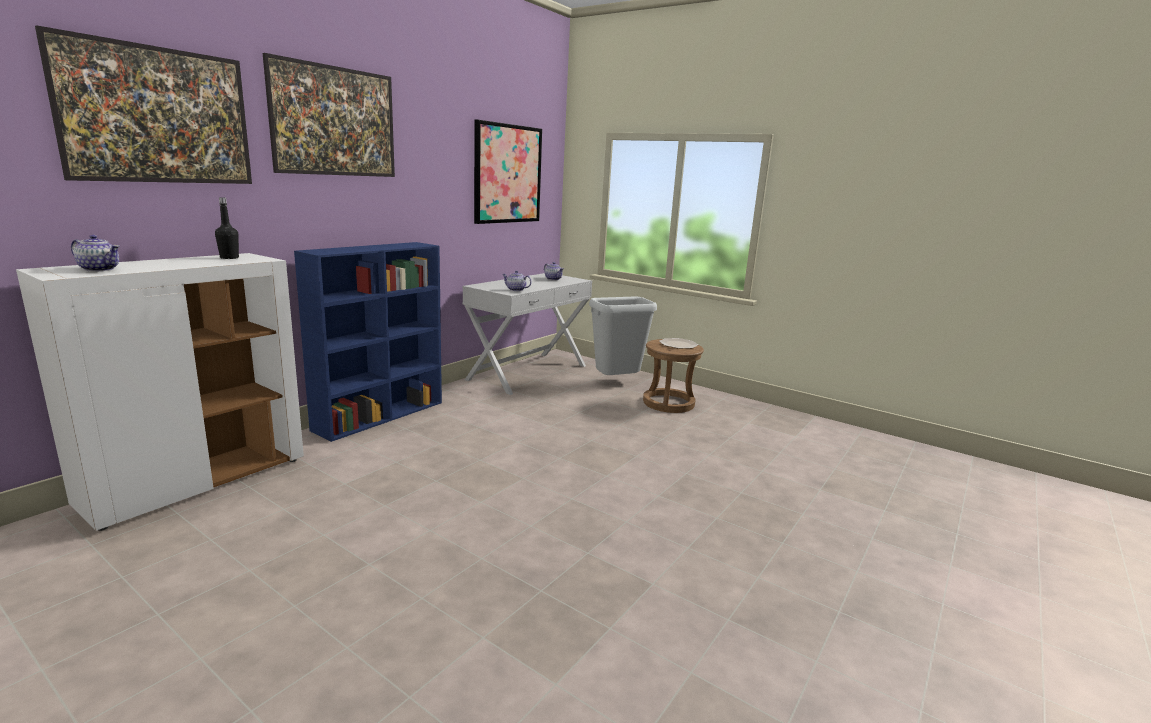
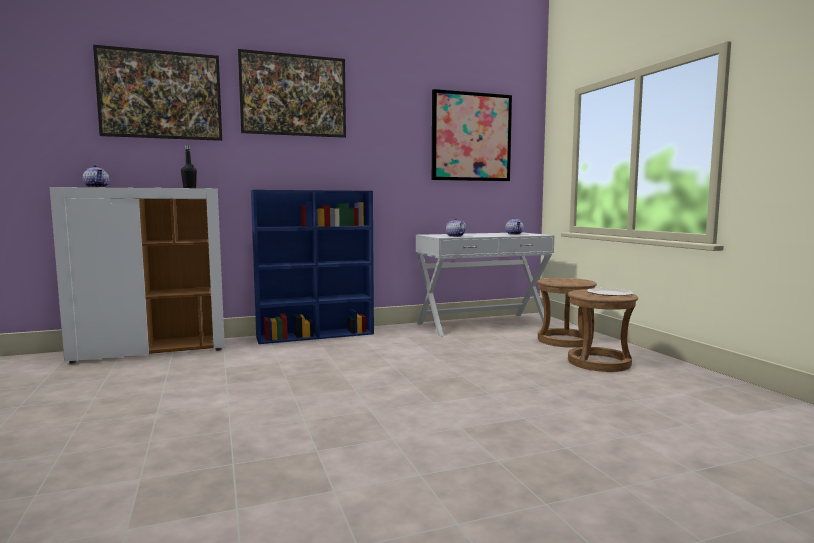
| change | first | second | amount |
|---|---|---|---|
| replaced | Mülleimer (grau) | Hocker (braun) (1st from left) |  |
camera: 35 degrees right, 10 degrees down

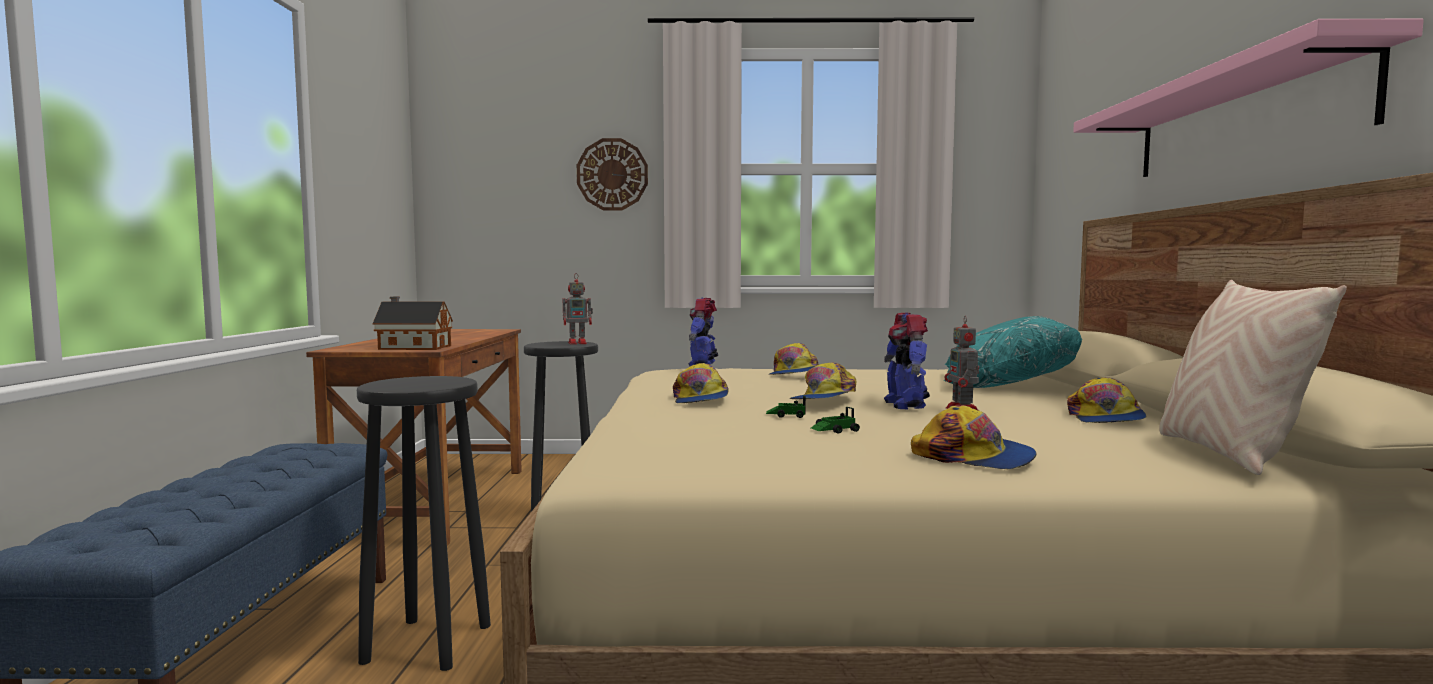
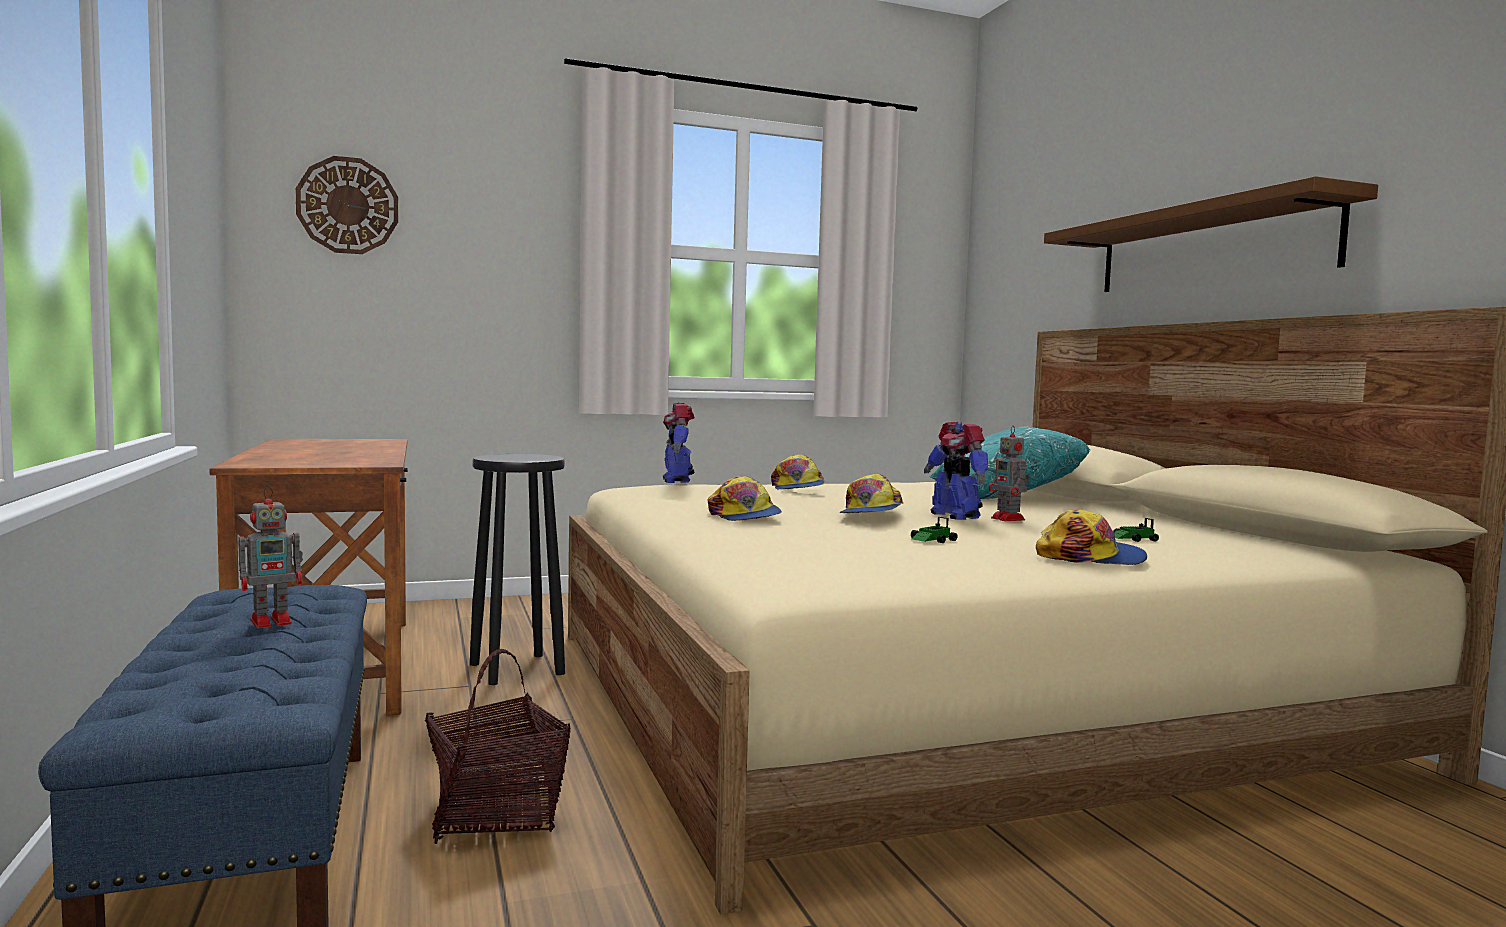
| change | first | second | amount |
|---|---|---|---|
| removed | Spielzeughaus |  |  |
| removed | Kappe (5th from left) |  |  |
| removed | Kissen (beige) |  |  |
| moved | Spielzeugroboter (1st from left) |  |  |
| moved | Wanduhr |  |  |
| moved | Spielzeugauto (1st from left in the first image) | Spielzeugauto (2nd from left) |  |
| replaced | Hocker (schwarz) (1st from left) | Korb |  |
| recoloured | Wandregal (rosa) | Wandregal (braun) |  |
camera: 20 degrees left, 0 degrees up

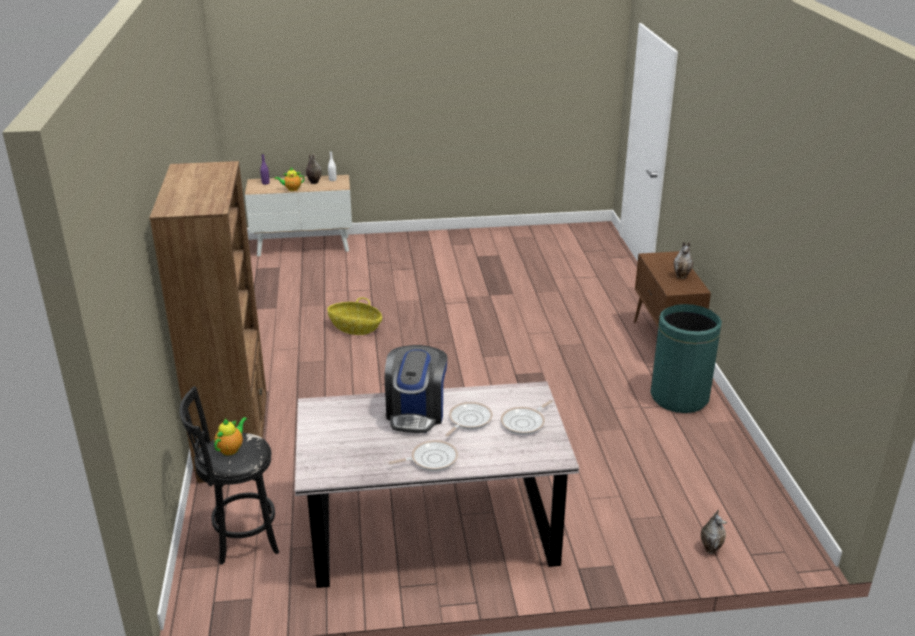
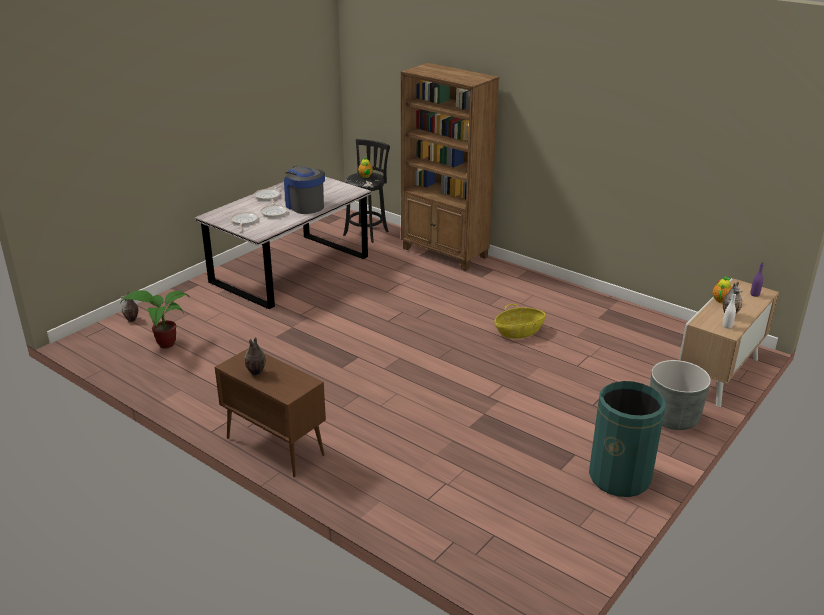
| change | first | second | amount |
|---|---|---|---|
| added |  | Topfpflanze |  |
| added |  | Pflanzkübel (grau) |  |
| moved | Mülleimer (grün) |  |  |
camera: 135 degrees right, 0 degrees up

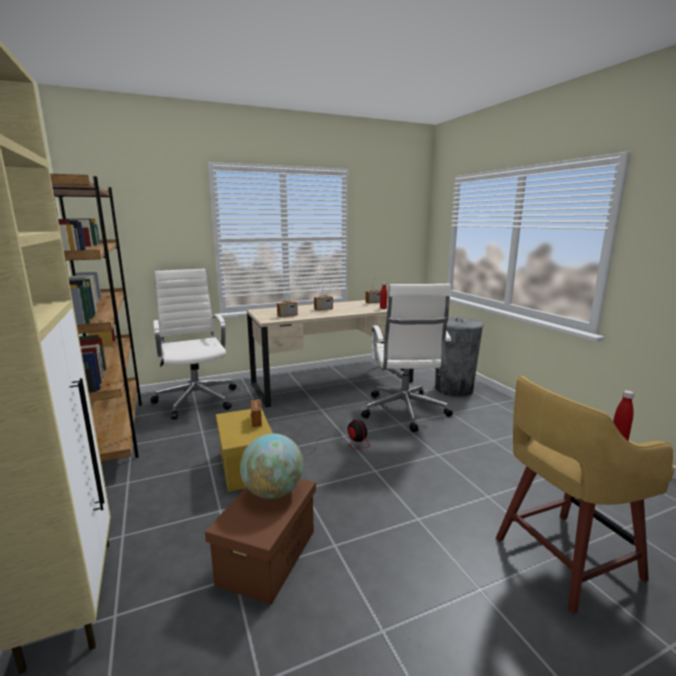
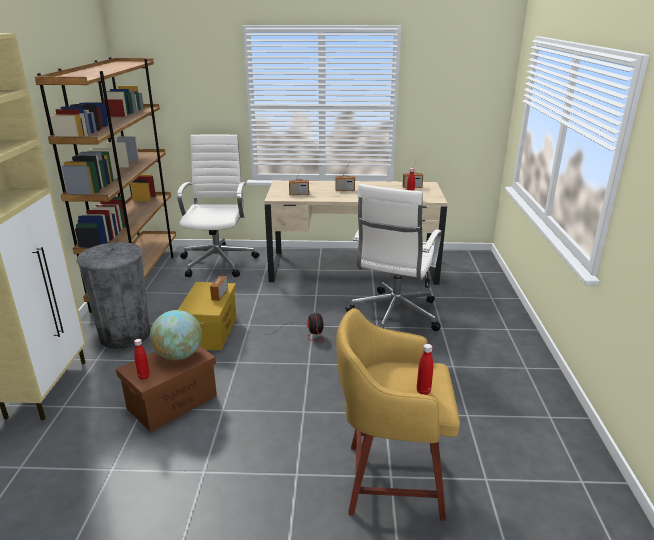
| change | first | second | amount |
|---|---|---|---|
| added |  | Flasche (rot) (1st from left) |  |
| moved | Mülleimer (grau) |  |  |
camera: 25 degrees right, 10 degrees up

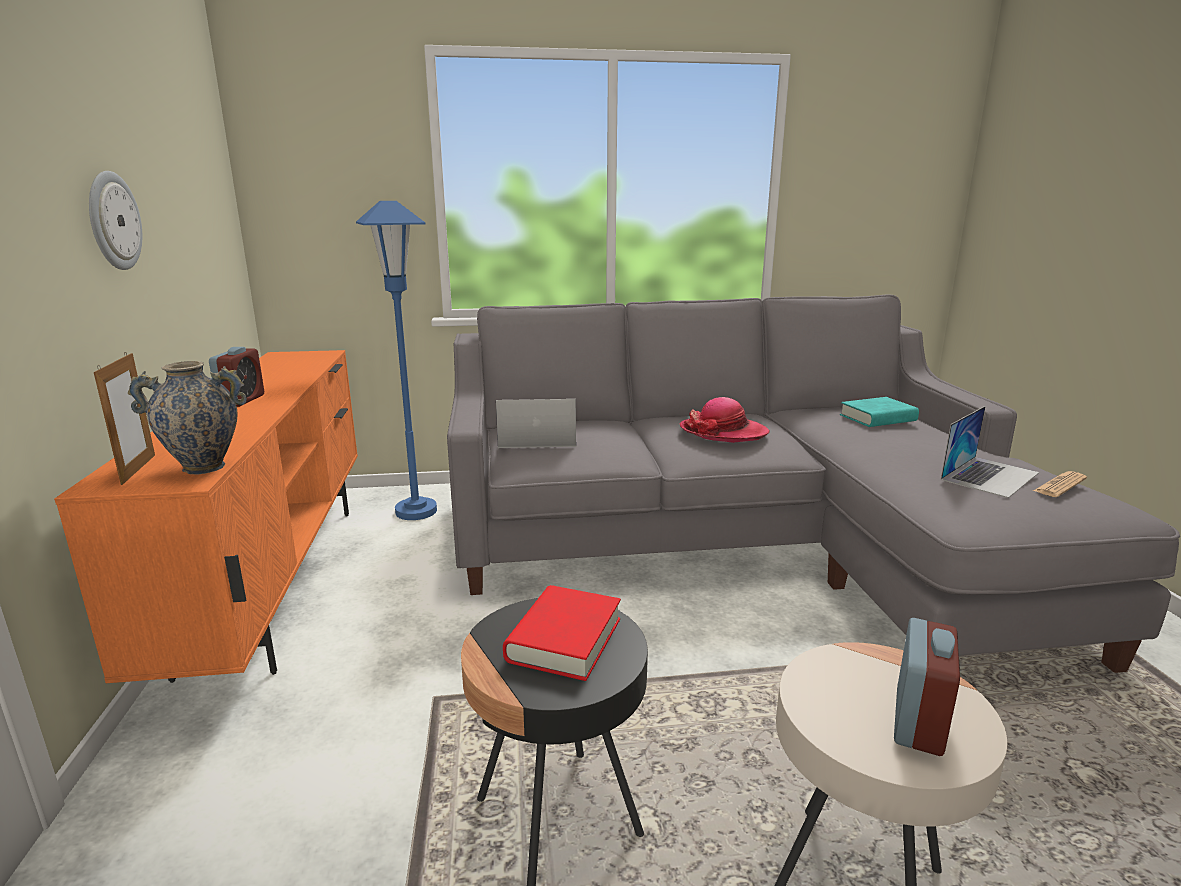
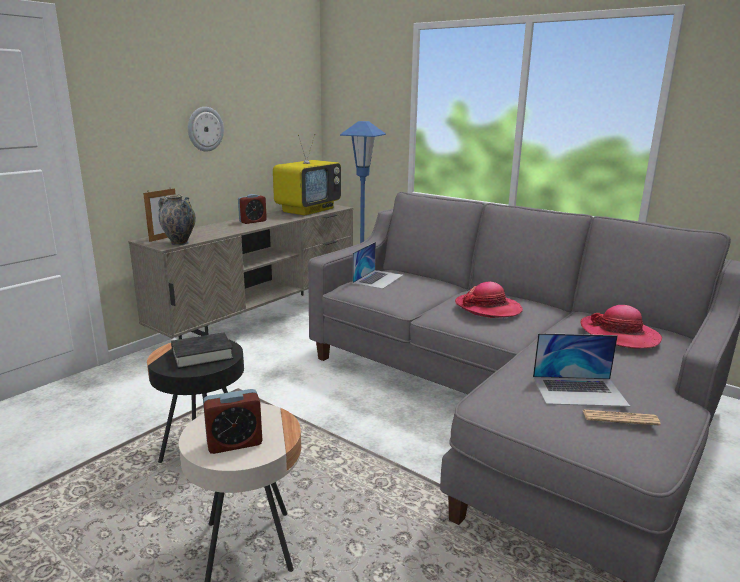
| change | first | second | amount |
|---|---|---|---|
| added |  | Fernseher |  |
| replaced | Buch (türkis) | Hut (2nd from left) |  |
| recoloured | Fernsehschrank (orange) | Fernsehschrank (beige) |  |
| recoloured | Buch (rot) | Buch (schwarz) |  |
| turned | Laptop (1st from left) |  | 75 degrees clockwise |
camera: 45 degrees right, 0 degrees up

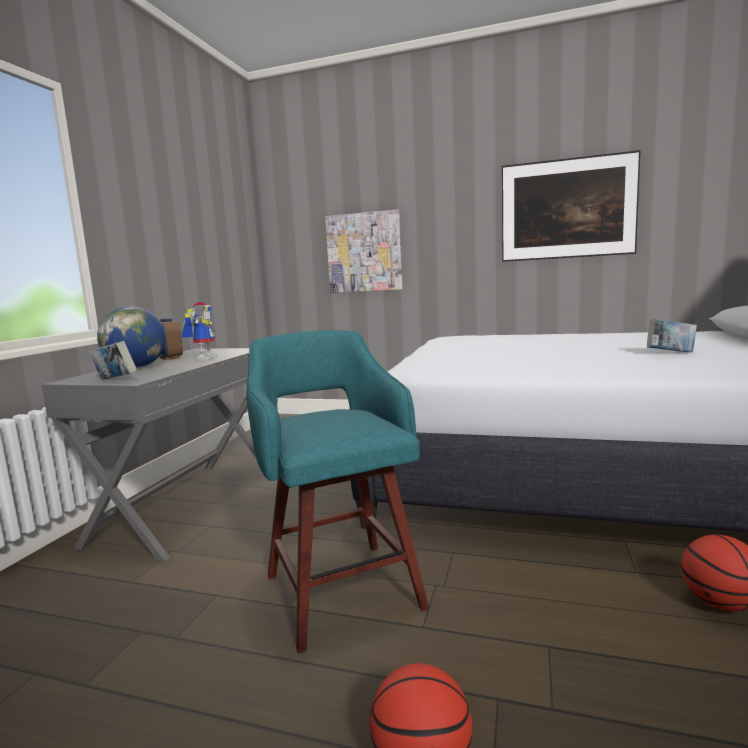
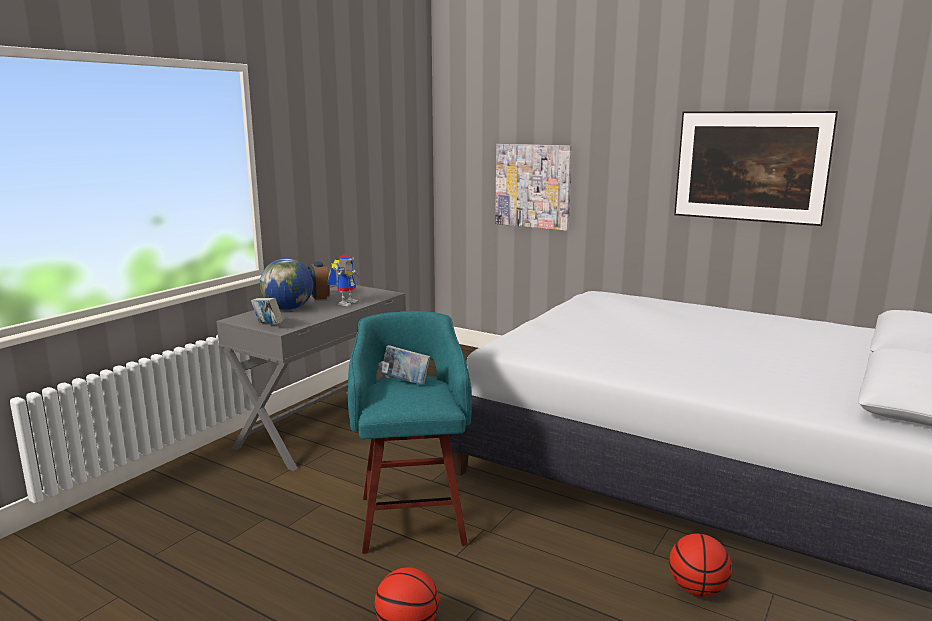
| change | first | second | amount |
|---|---|---|---|
| moved | Buch (2nd from left) |  |  |
camera: 15 degrees right, 5 degrees up

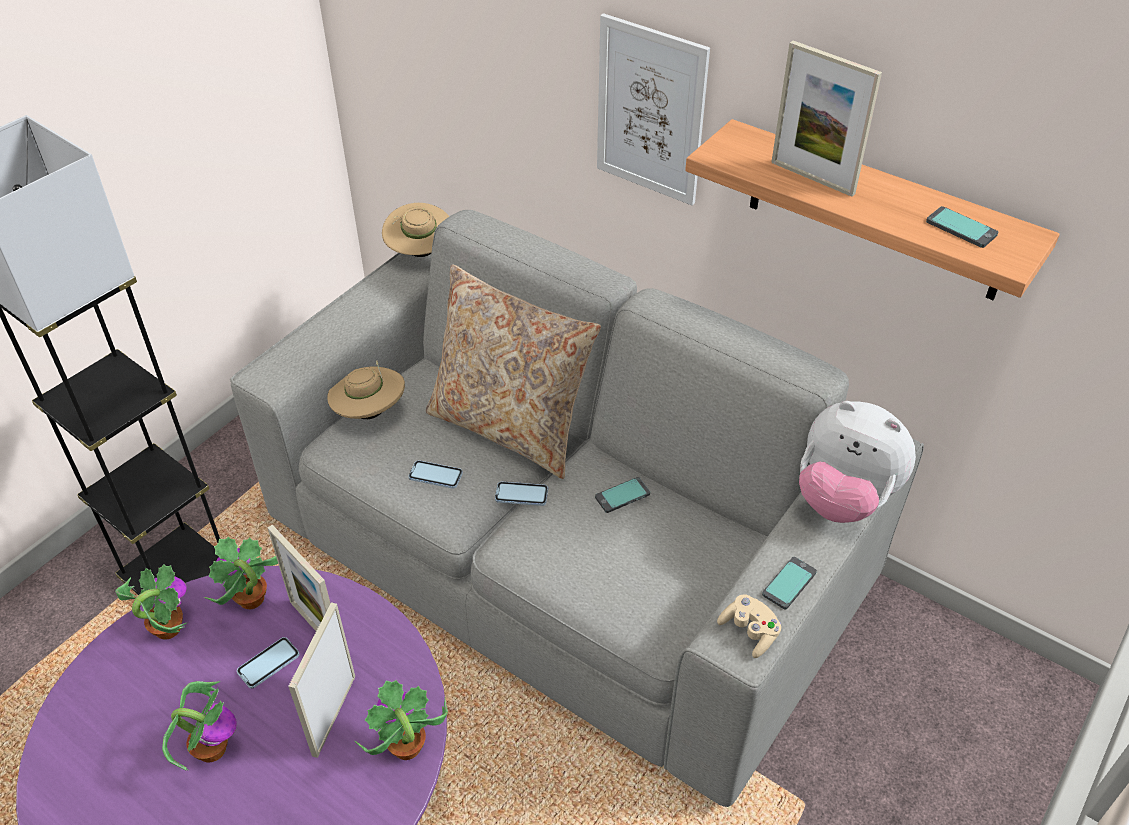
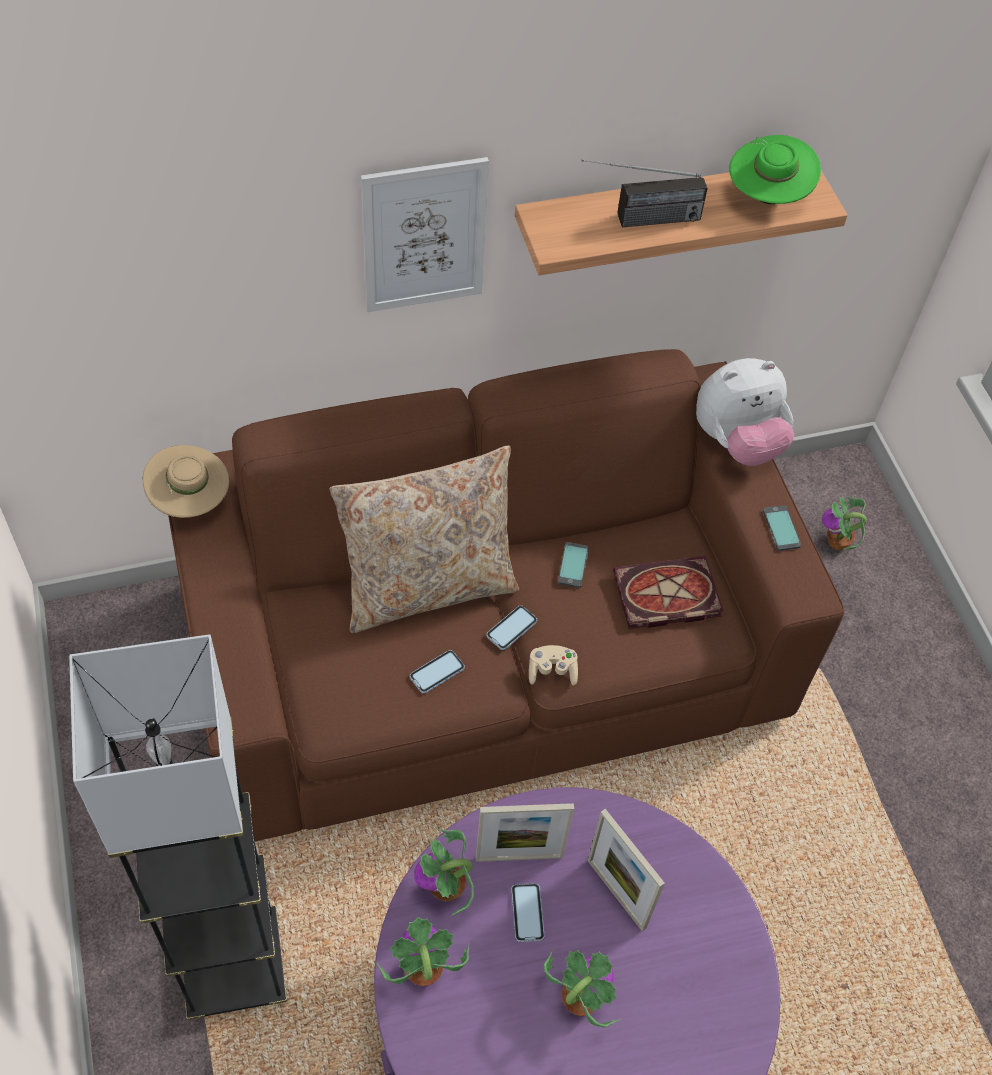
| change | first | second | amount |
|---|---|---|---|
| removed | Hut (beige) (1st from left) |  |  |
| added |  | Buch |  |
| moved | Topfpflanze (4th from left) |  |  |
| moved | Gamepad (beige) |  |  |
| replaced | Bilderrahmen (3rd from left) | Radio |  |
| replaced | Handy (6th from left) | Hut (grün) |  |
| recoloured | Sofa (grau) | Sofa (braun) |  |
camera: 55 degrees left, 10 degrees up

